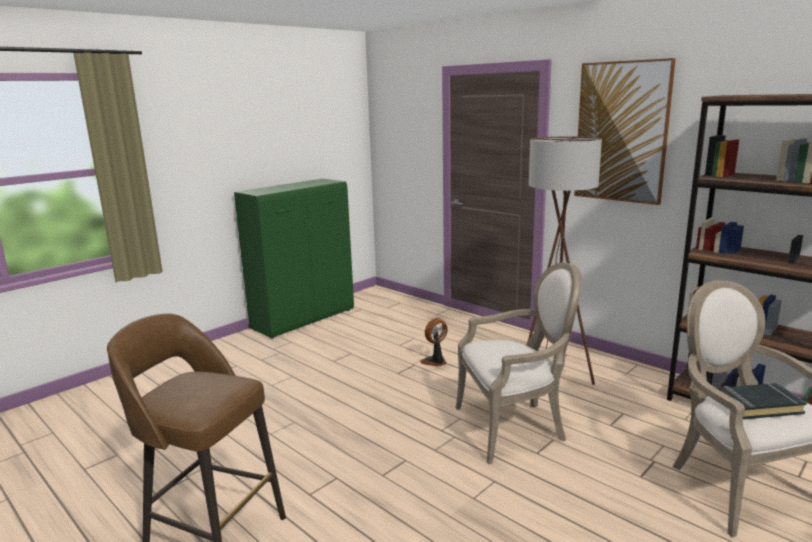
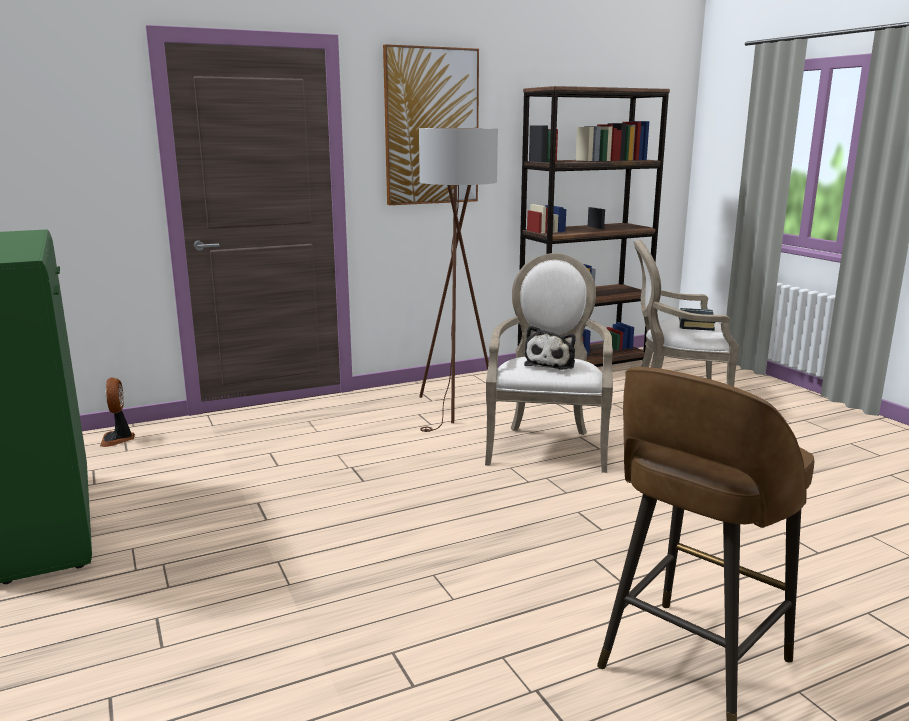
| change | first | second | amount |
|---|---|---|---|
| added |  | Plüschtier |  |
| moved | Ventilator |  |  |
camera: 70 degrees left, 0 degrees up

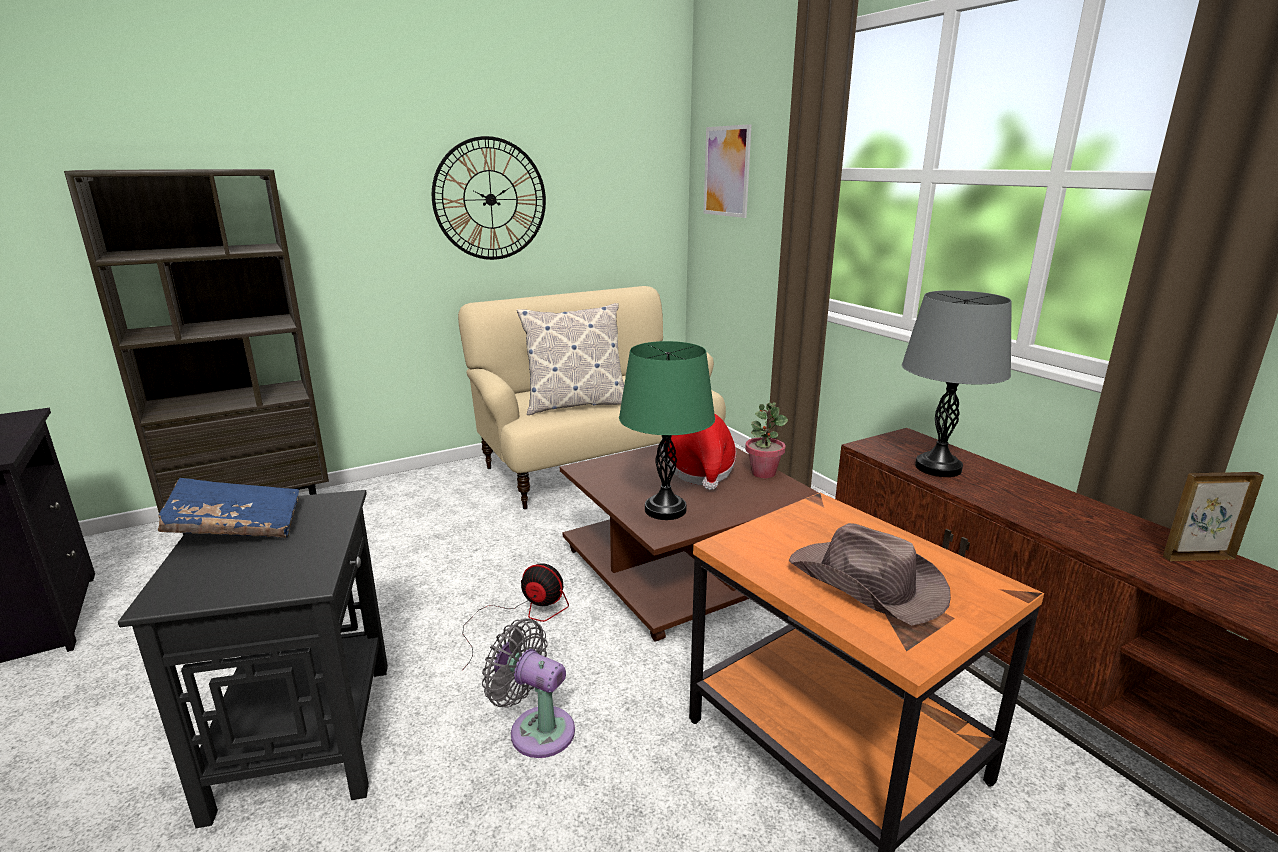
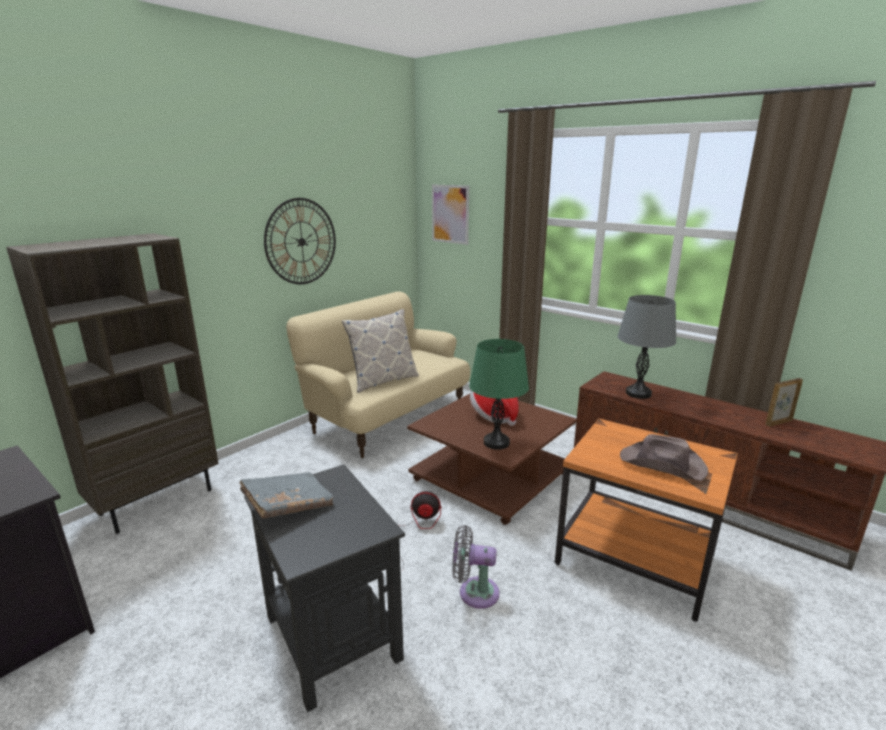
| change | first | second | amount |
|---|---|---|---|
| removed | Topfpflanze |  |  |
| recoloured | Buch (blau) | Buch (grau) |  |
camera: 20 degrees left, 0 degrees up

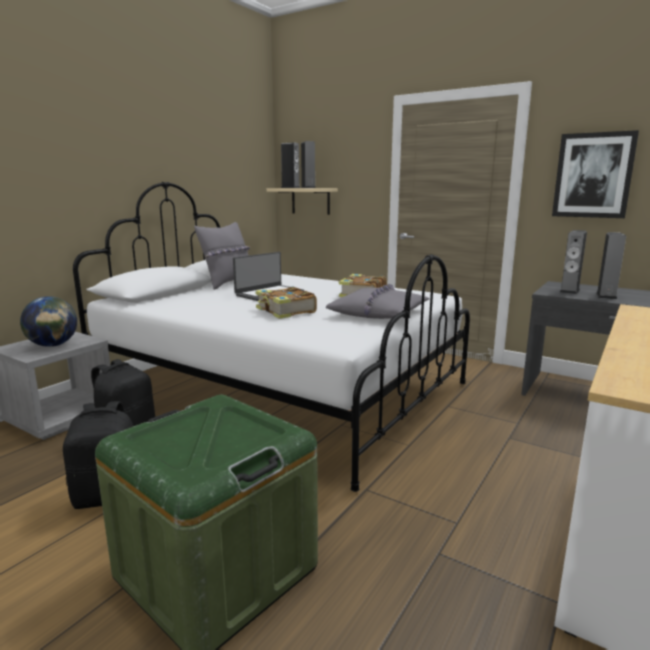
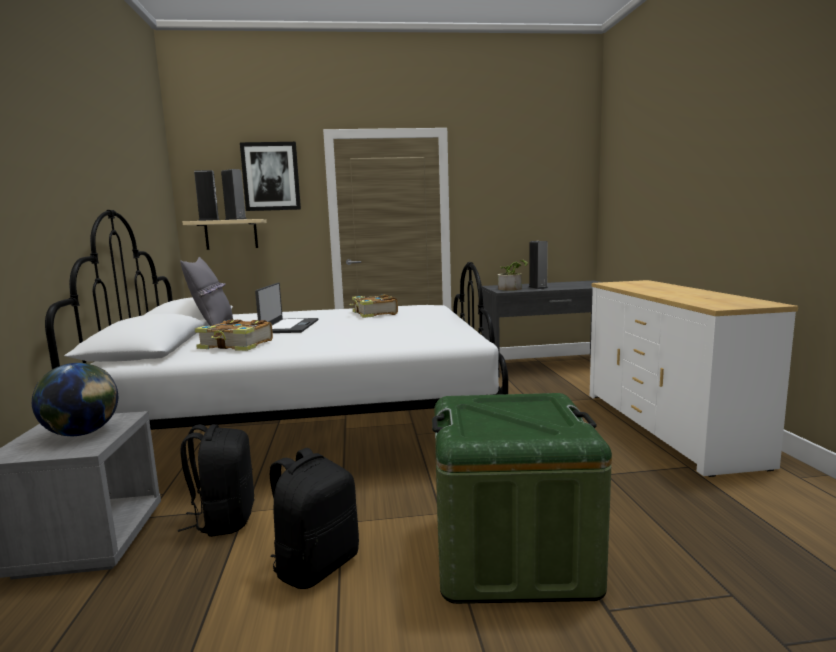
| change | first | second | amount |
|---|---|---|---|
| removed | Kissen (grau) (2nd from left) |  |  |
| moved | Buch (1st from left) |  |  |
| moved | Bild |  |  |
| replaced | Lautsprecher (3rd from left) | Topfpflanze |  |
camera: 40 degrees left, 5 degrees down

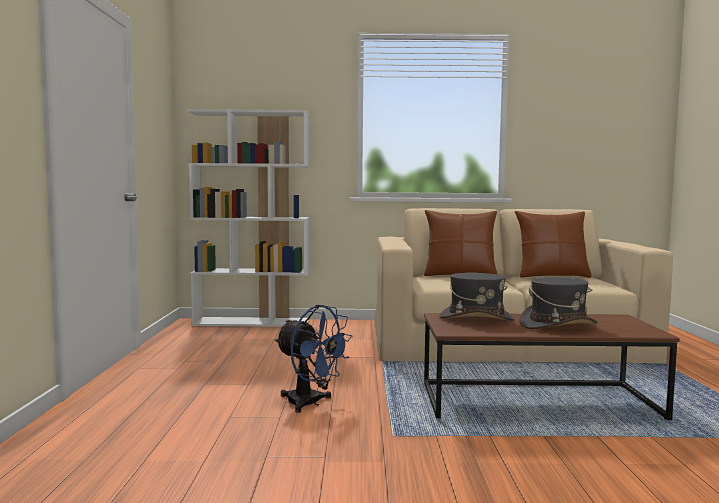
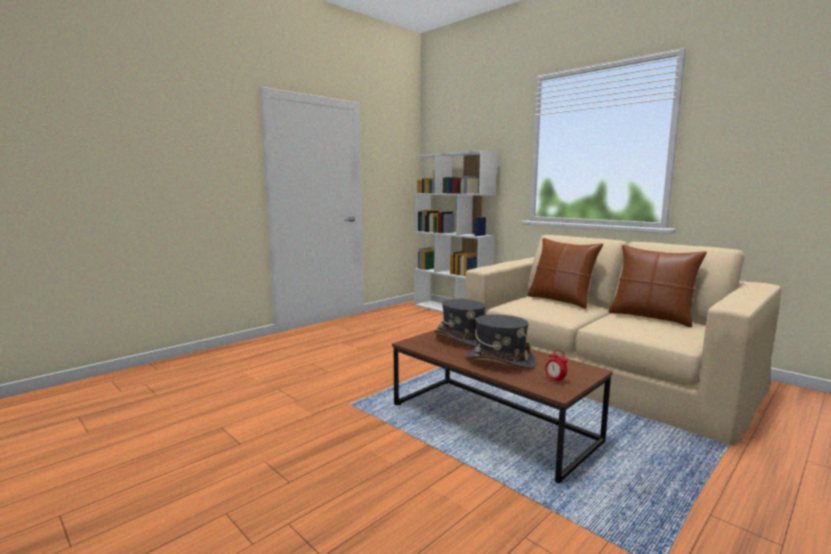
| change | first | second | amount |
|---|---|---|---|
| removed | Ventilator (blau) |  |  |
| added |  | Wecker |  |
camera: 45 degrees right, 5 degrees up

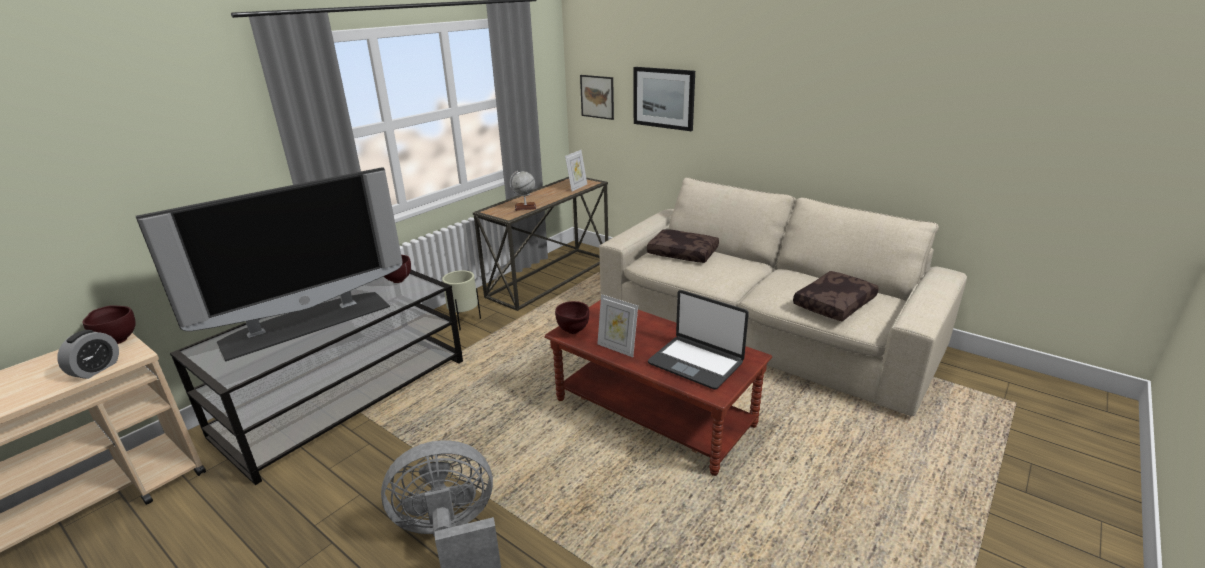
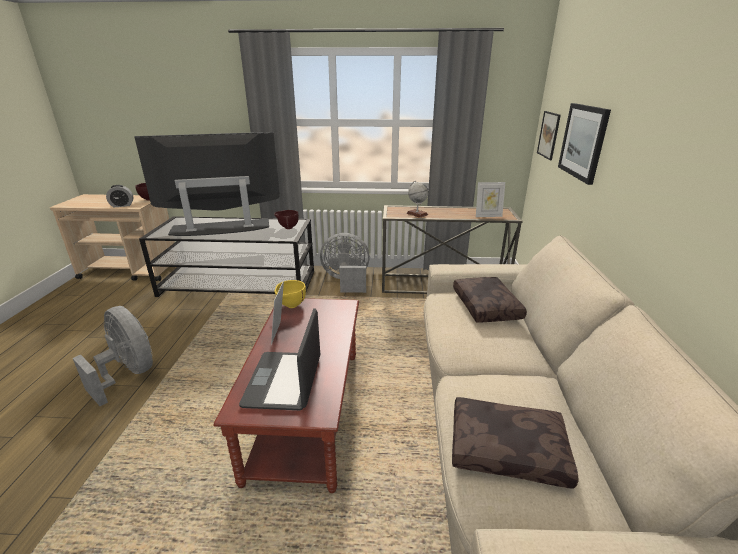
| change | first | second | amount |
|---|---|---|---|
| replaced | Pflanzkübel (beige) | Ventilator (grau) (2nd from left) |  |
| recoloured | Schüssel (braun) (3rd from left) | Schüssel (gelb) |  |
| turned | Fernseher |  | 150 degrees clockwise |
camera: 55 degrees right, 0 degrees up

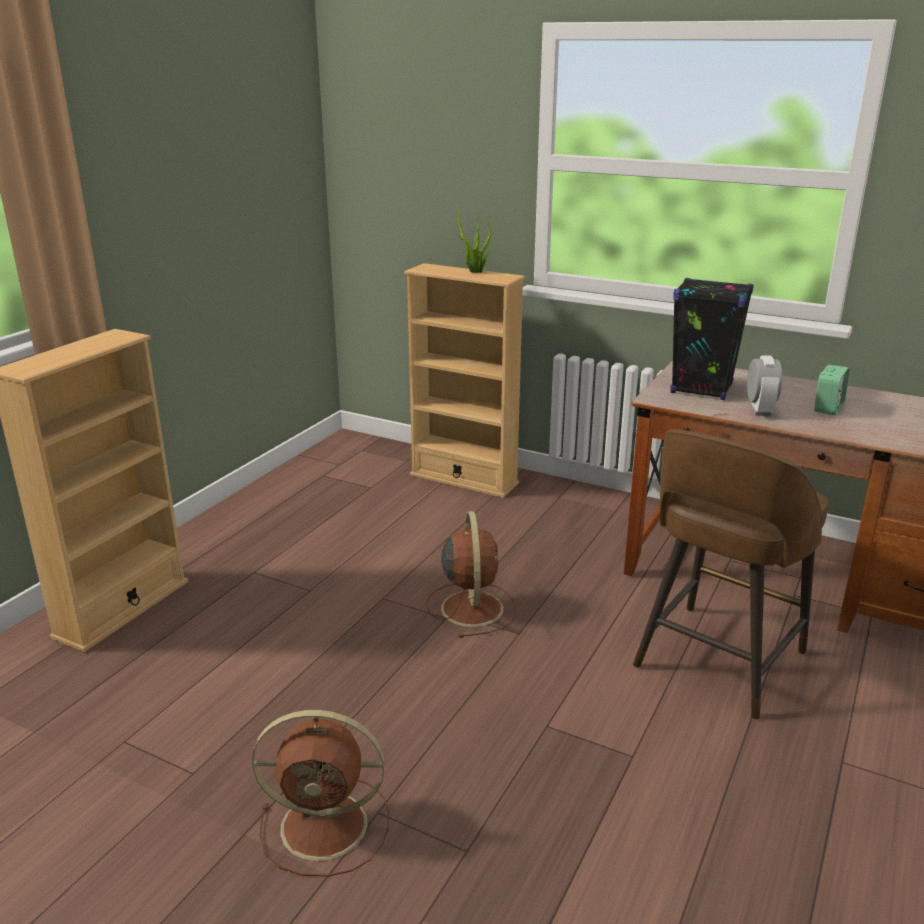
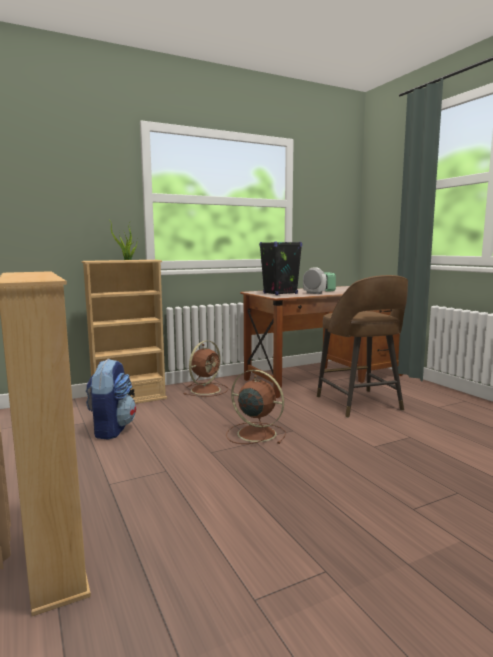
| change | first | second | amount |
|---|---|---|---|
| added |  | Rucksack |  |
| moved | Ventilator (braun) (1st from left) |  |  |
camera: 55 degrees left, 15 degrees down

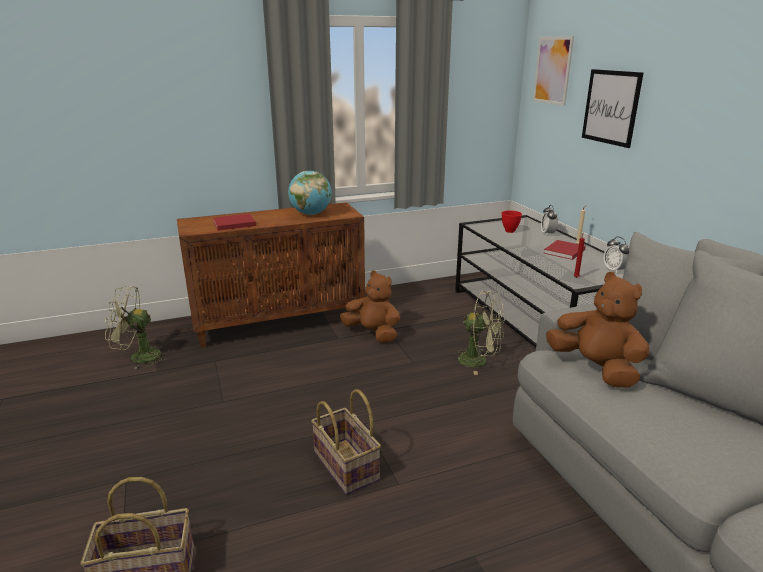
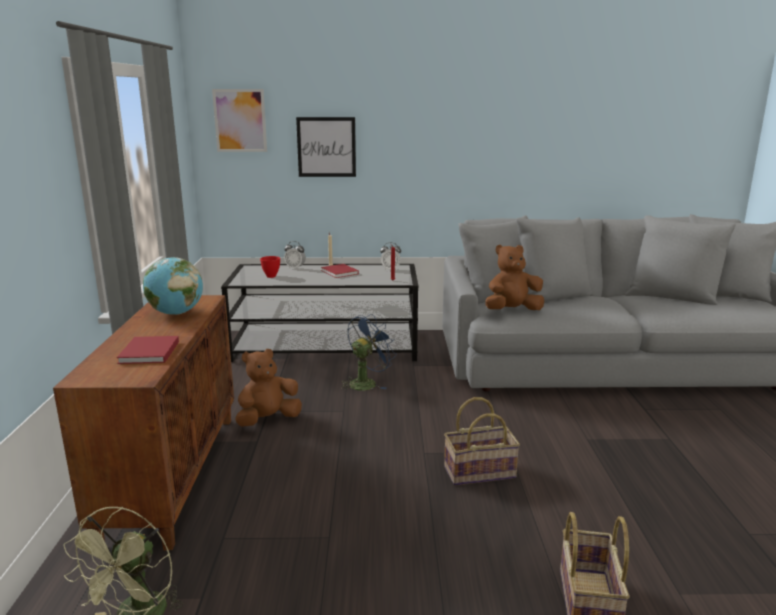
| change | first | second | amount |
|---|---|---|---|
| recoloured | Ventilator (grün) (2nd from left) | Ventilator (blau) |  |
camera: 70 degrees left, 5 degrees down

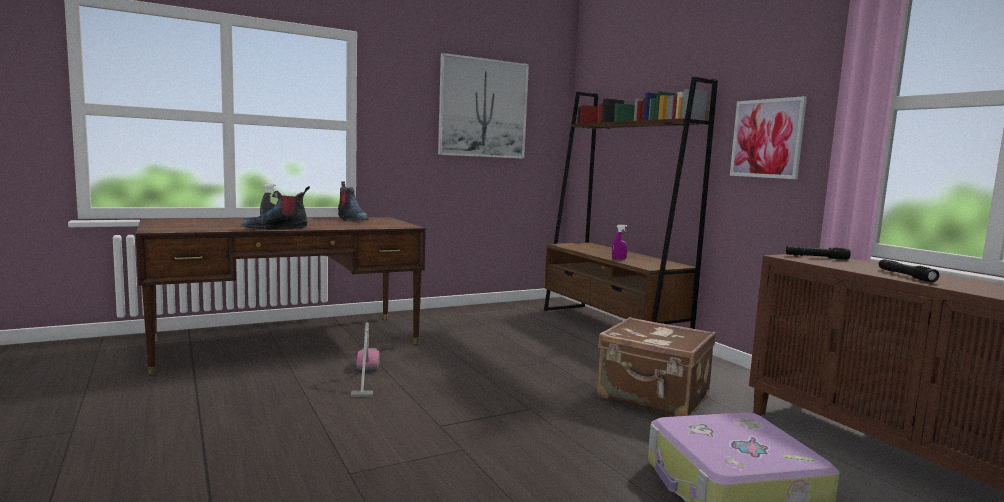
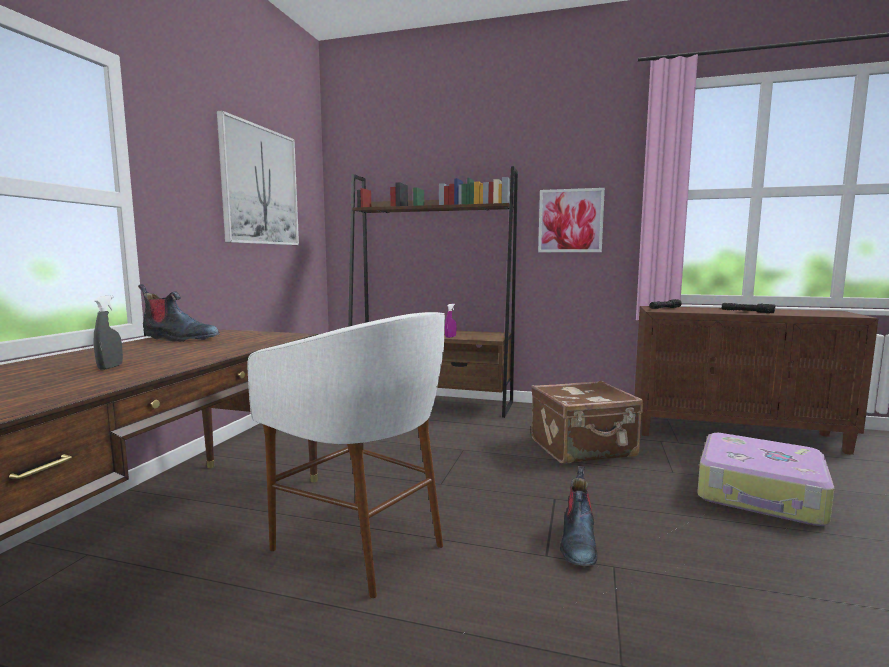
| change | first | second | amount |
|---|---|---|---|
| moved | Stiefel (1st from left in the first image) | Stiefel (2nd from left) |  |
| replaced | Staubsauger | Hocker (weiß) |  |
camera: 45 degrees left, 0 degrees up

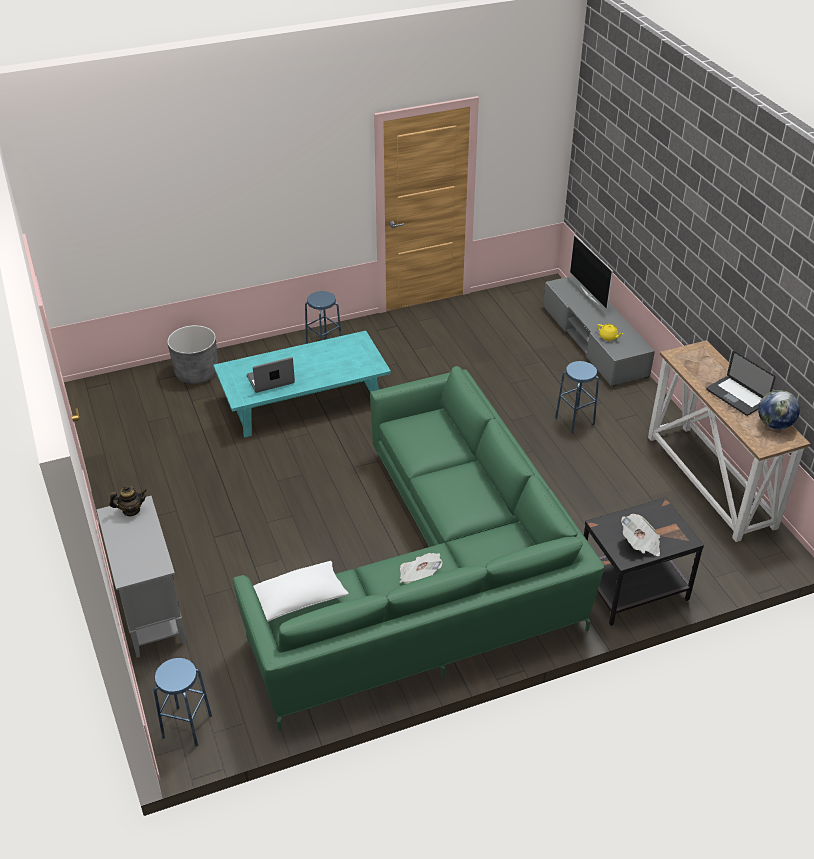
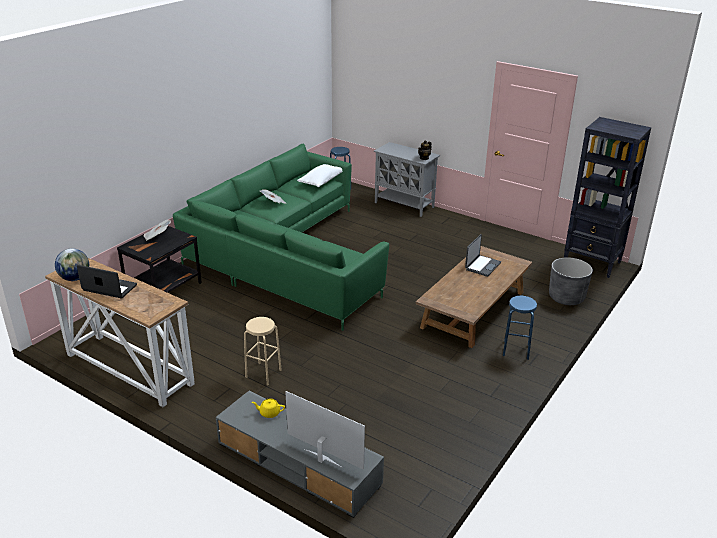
| change | first | second | amount |
|---|---|---|---|
| added |  | Bücherregal (schwarz) |  |
| recoloured | Couchtisch (türkis) | Couchtisch (braun) |  |
| recoloured | Hocker (blau) (3rd from left) | Hocker (beige) |  |
camera: 145 degrees right, 10 degrees down

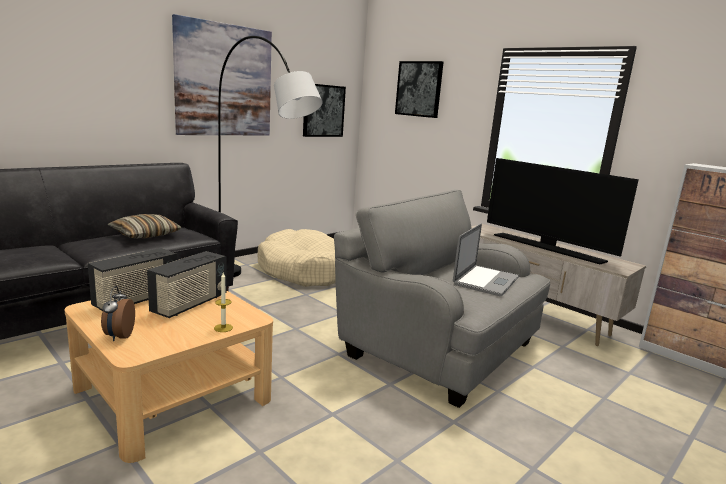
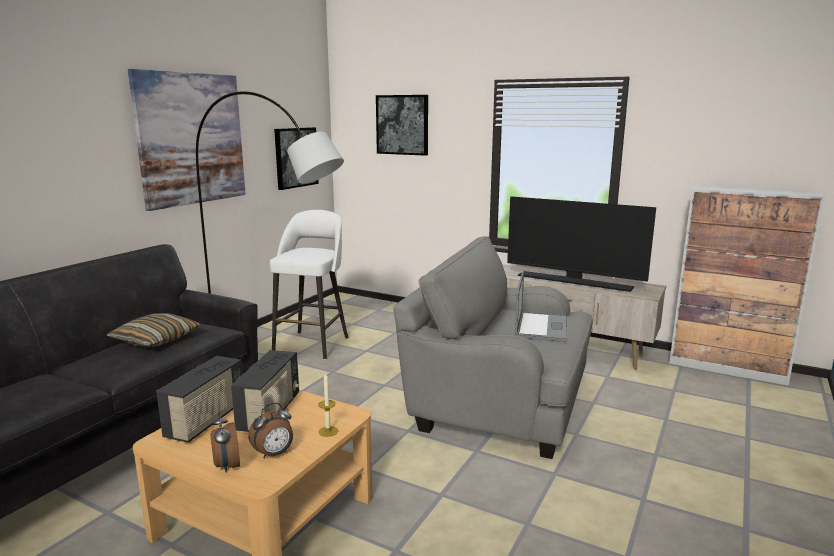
| change | first | second | amount |
|---|---|---|---|
| added |  | Wecker (2nd from left) |  |
| replaced | Hundebett (beige) | Hocker (weiß) |  |
camera: 15 degrees left, 0 degrees up

